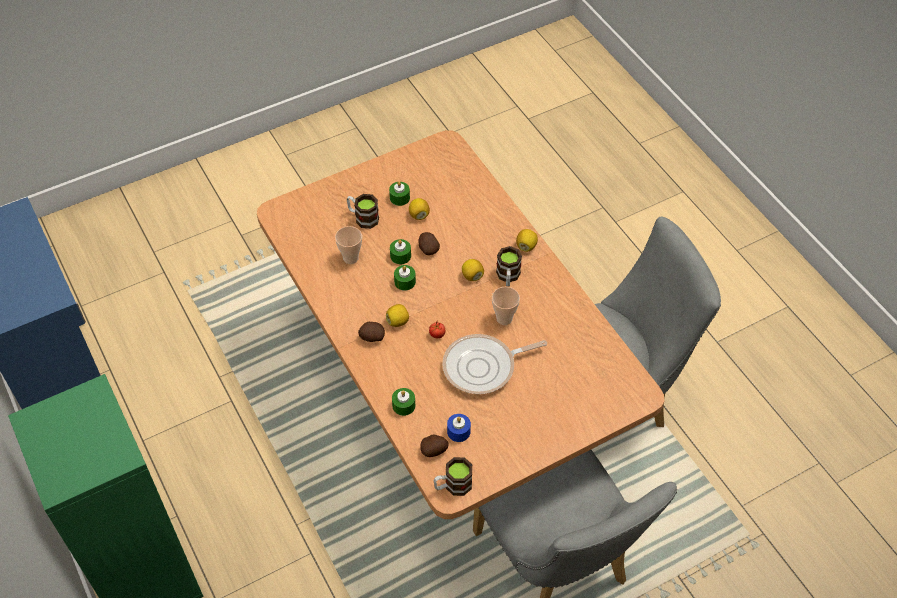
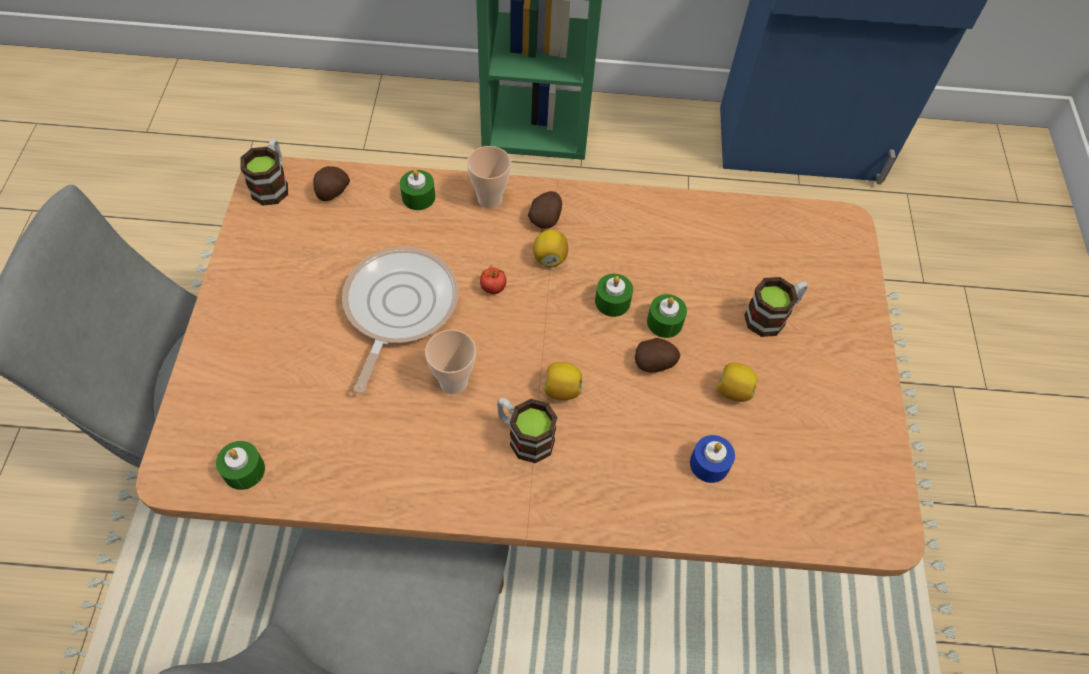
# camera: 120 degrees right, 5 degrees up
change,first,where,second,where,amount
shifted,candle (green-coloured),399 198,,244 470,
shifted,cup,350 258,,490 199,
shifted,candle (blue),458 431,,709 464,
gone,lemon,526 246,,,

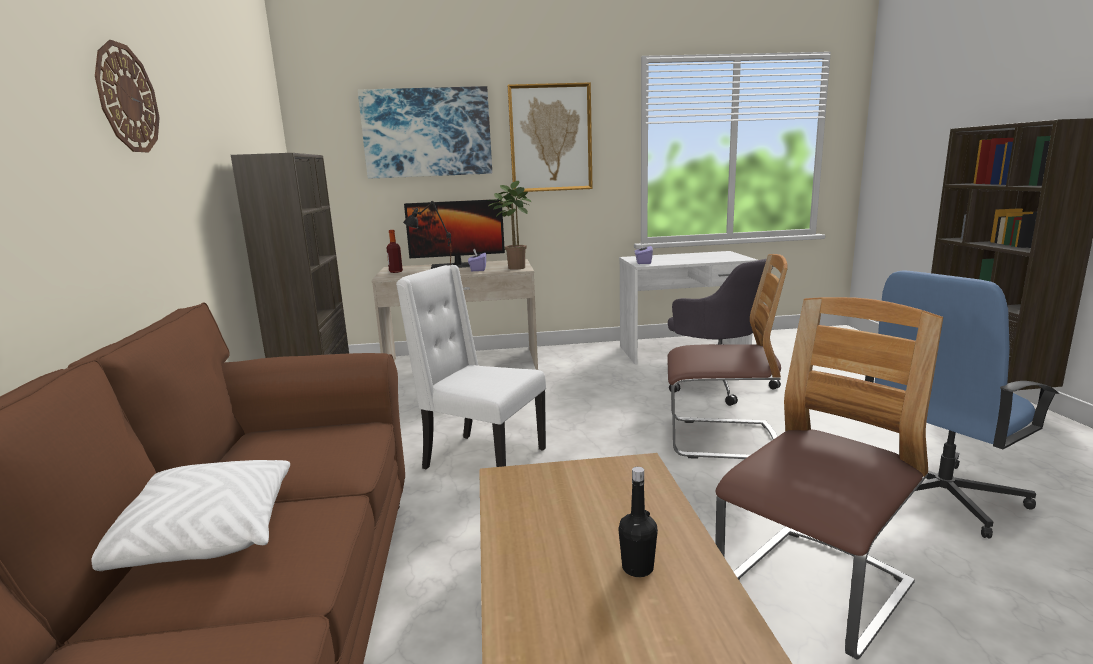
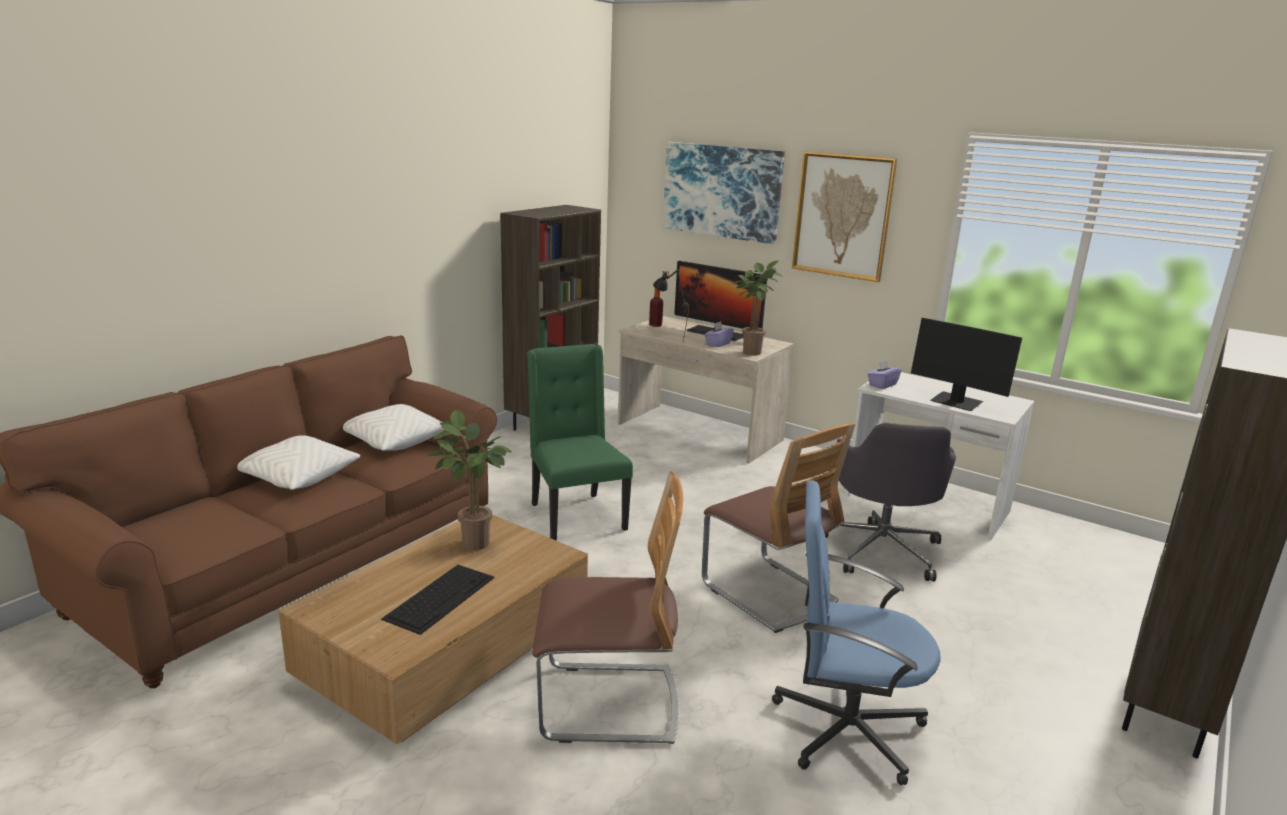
# camera: 40 degrees right, 5 degrees up
change,first,where,second,where,amount
new,,,throw pillow (whitish),393 441,
swapped,bottle (blackish),637 568,computer keyboard,440 597,
new,,,houseplant,470 543,
repainted,upright chair (whitish),481 459,upright chair (green-coloured),575 516,
new,,,monitor,956 402,
gone,hanging clock,127 98,,,

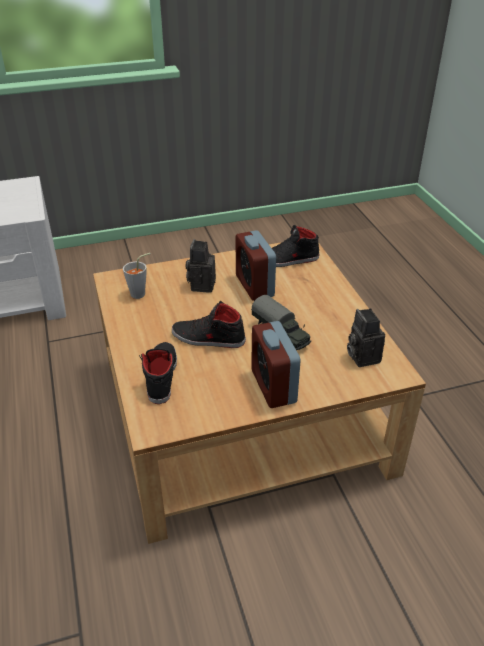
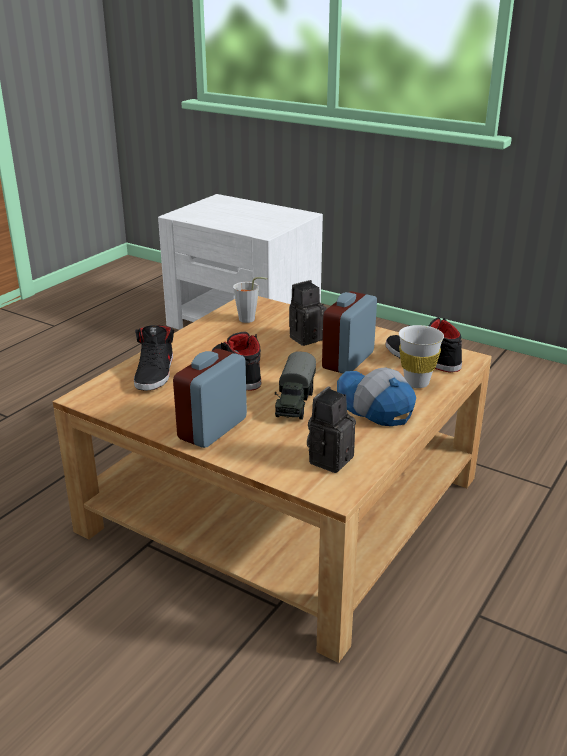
# camera: 50 degrees right, 10 degrees down
change,first,where,second,where,amount
rotated,shoe (blackish),161 375,,155 373,135 degrees clockwise
new,,,peaked cap,373 407,
new,,,cup (whitish),416 383,

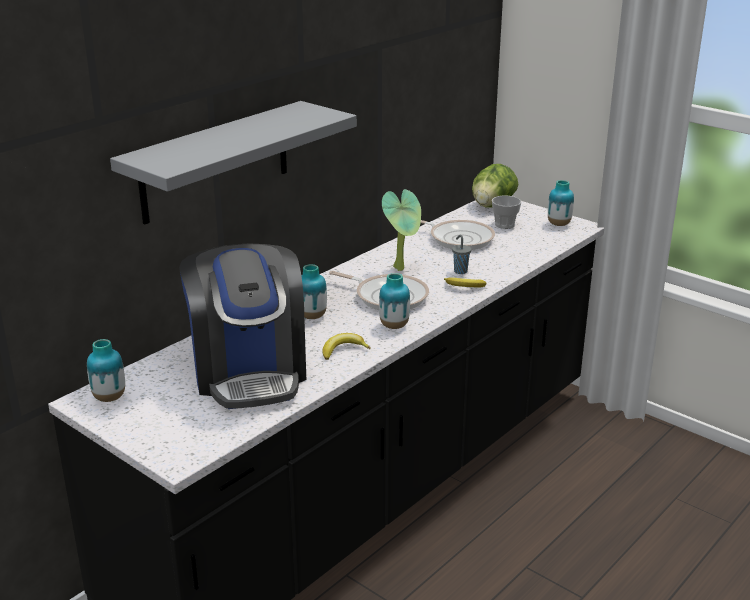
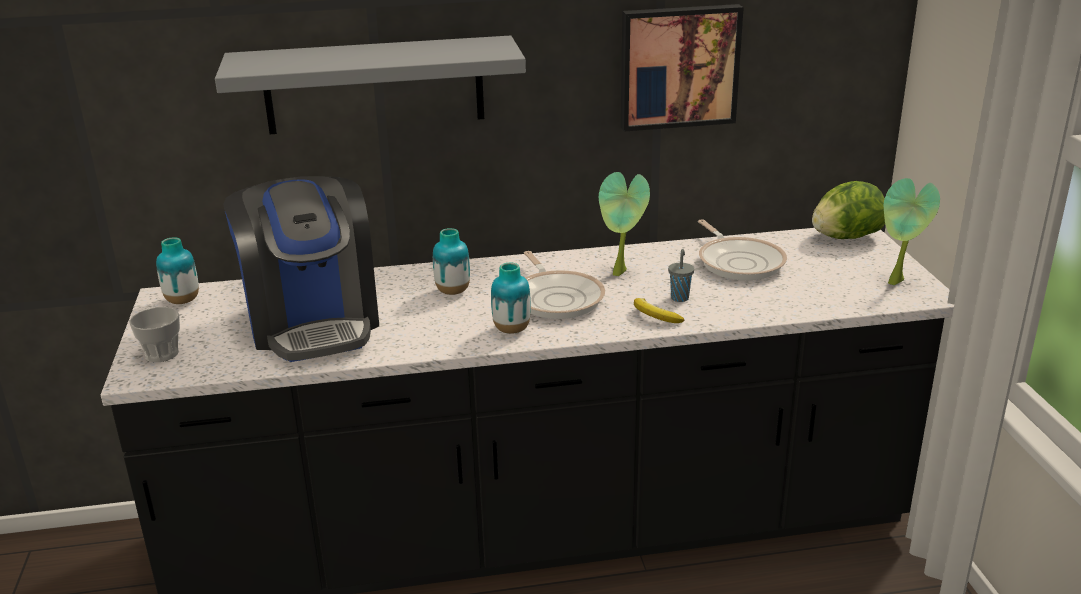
# camera: 40 degrees right, 0 degrees up
change,first,where,second,where,amount
shifted,cup,504 225,,162 354,
rotated,coffee machine,249 372,,313 323,45 degrees counterclockwise
new,,,picture,678 66,
swapped,decorative vase,558 224,houseplant,897 283,
gone,banana,343 350,,,

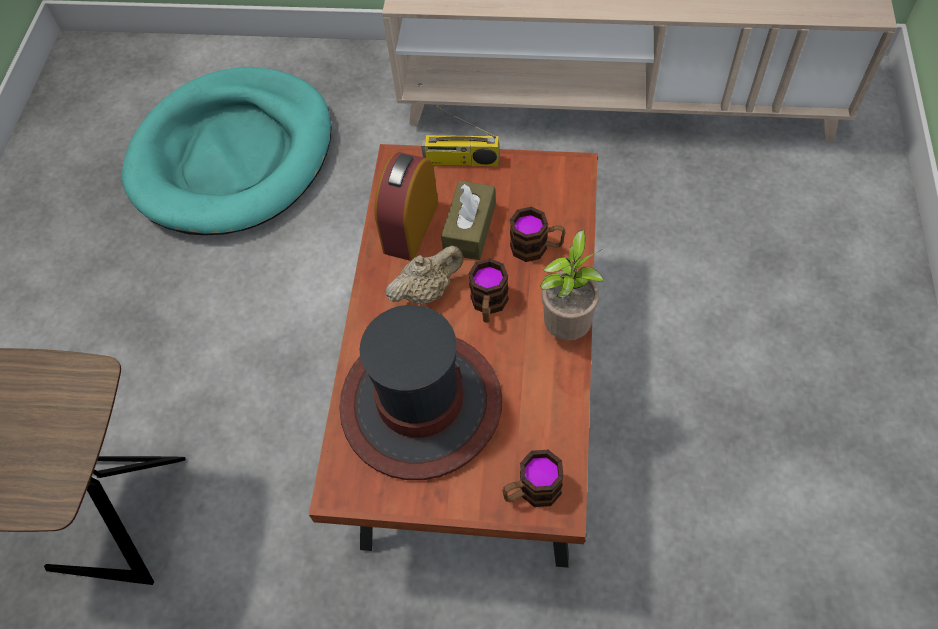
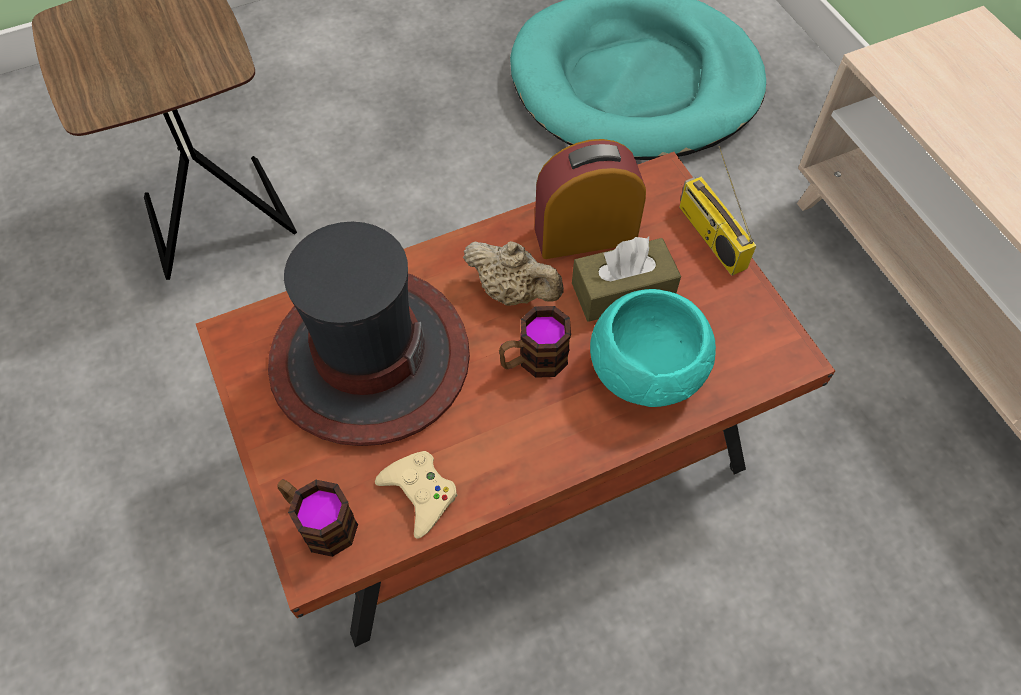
# camera: 55 degrees right, 0 degrees up
change,first,where,second,where,amount
new,,,joypad (sand-coloured),419 494,
swapped,coffee mug,536 247,serving bowl (turquoise-coloured),645 371,
gone,houseplant,568 327,,,

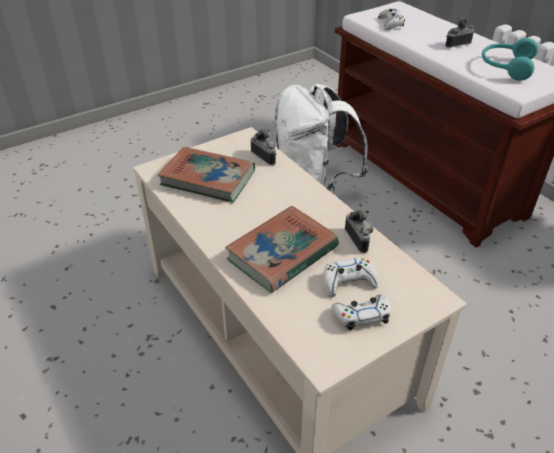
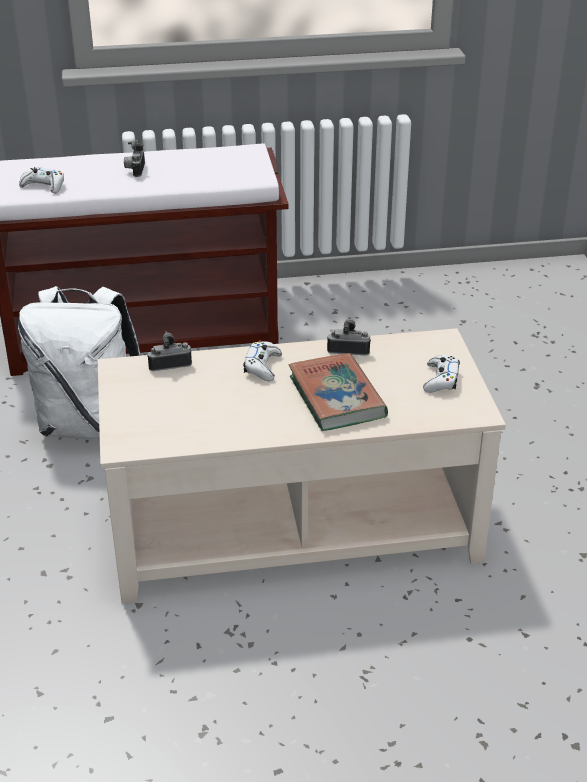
# camera: 65 degrees left, 5 degrees down
change,first,where,second,where,amount
shifted,joypad (whitish),348 282,,262 366,
gone,bound book,208 179,,,
gone,pair of headphones (turquoise-coloured),505 67,,,

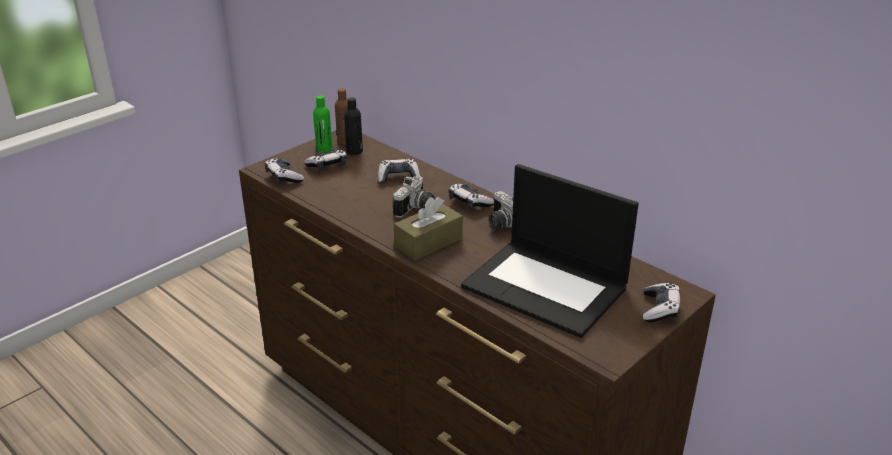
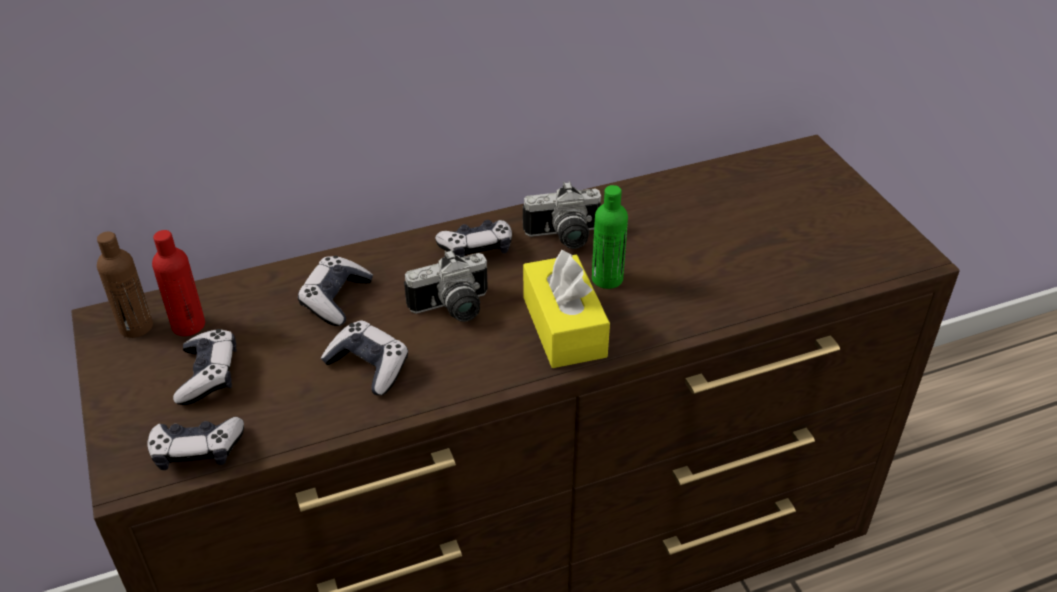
# camera: 65 degrees left, 10 degrees up
change,first,where,second,where,amount
repainted,bottle (blackish),354 151,bottle (reddish),188 325,
shifted,joypad,660 309,,369 366,
rotated,photo camera,416 209,,453 309,105 degrees clockwise
repainted,box of tissues (brownish),428 242,box of tissues (yellow),564 327,
shifted,bottle (green-coloured),324 149,,607 279,
gone,portable computer,547 287,,,

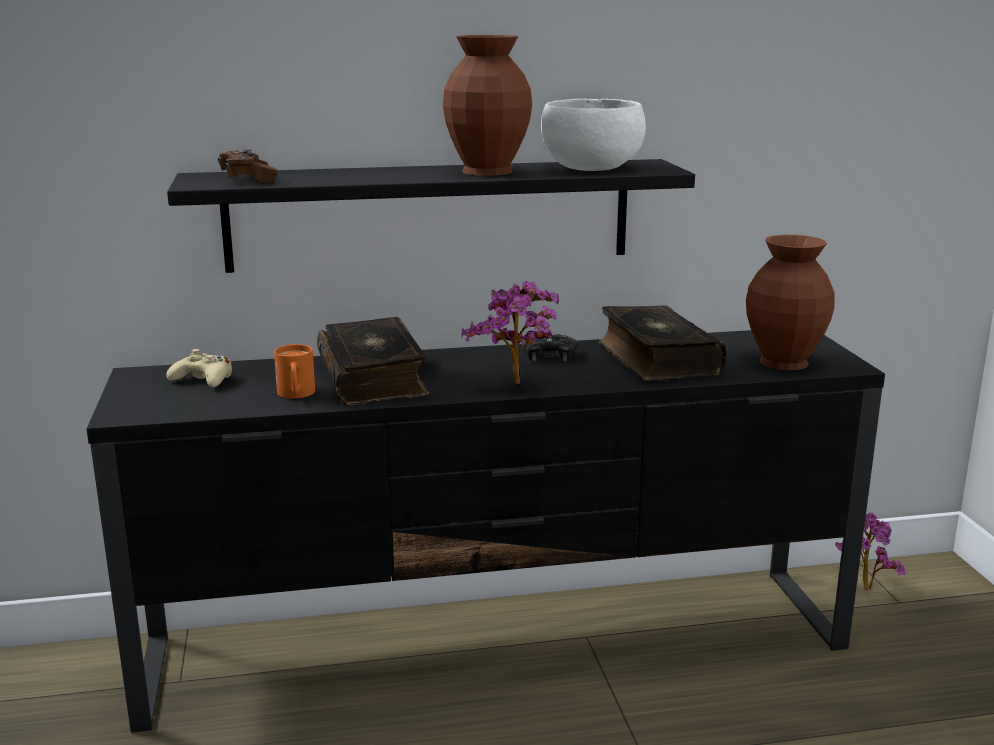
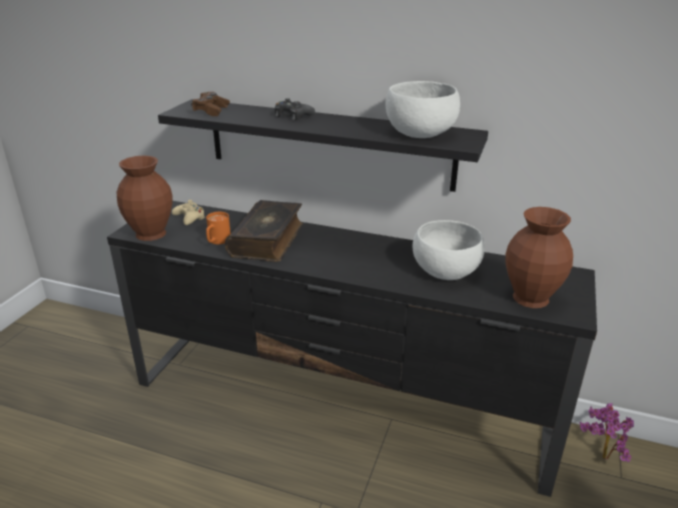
# camera: 30 degrees right, 10 degrees up
change,first,where,second,where,amount
shifted,decorative vase (brownish),489 171,,152 233,
shifted,joypad (blackish),549 356,,292 116,
swapped,bound book,656 359,serving bowl (whitish),445 270,
gone,houseplant,518 386,,,

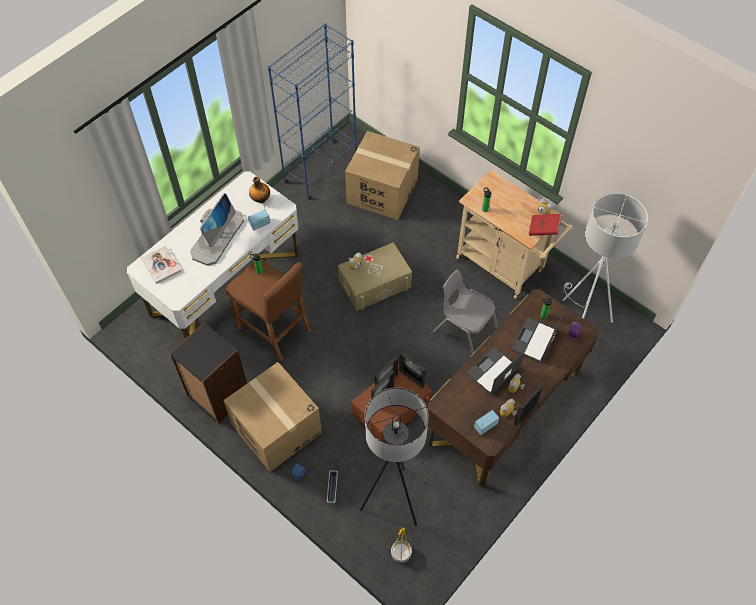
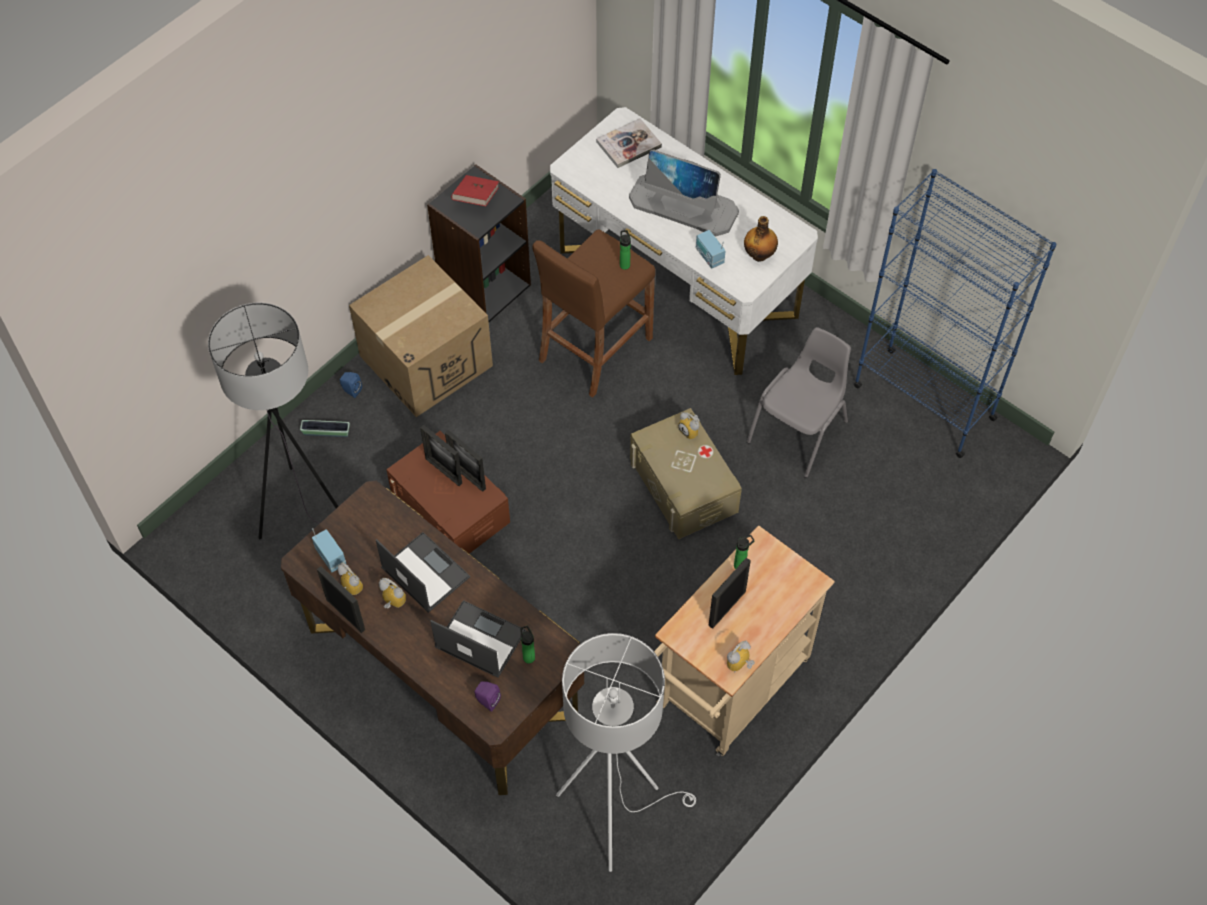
# camera: 90 degrees right, 0 degrees up
change,first,where,second,where,amount
shifted,bound book (reddish),543 229,,476 198,
shifted,standing frame,411 378,,727 608,
shifted,upright chair (grey),464 329,,799 431,
gone,packing box,382 191,,,
gone,flower pot (yellow),400 554,,,

